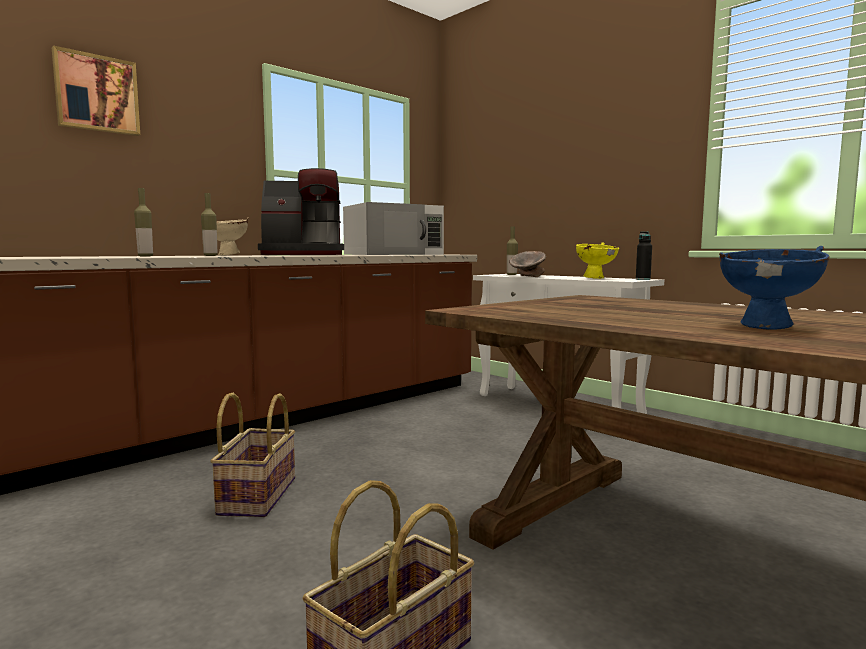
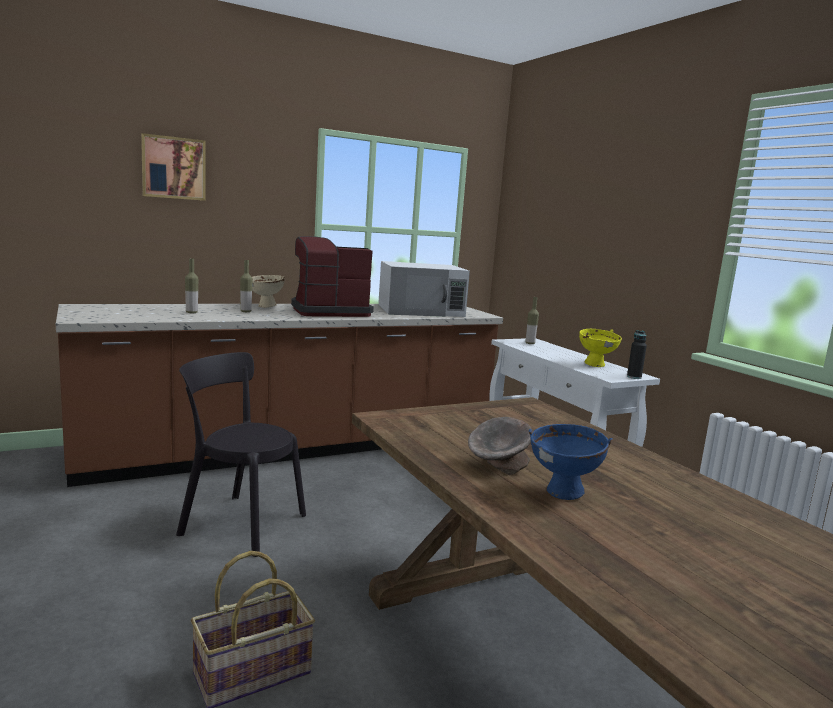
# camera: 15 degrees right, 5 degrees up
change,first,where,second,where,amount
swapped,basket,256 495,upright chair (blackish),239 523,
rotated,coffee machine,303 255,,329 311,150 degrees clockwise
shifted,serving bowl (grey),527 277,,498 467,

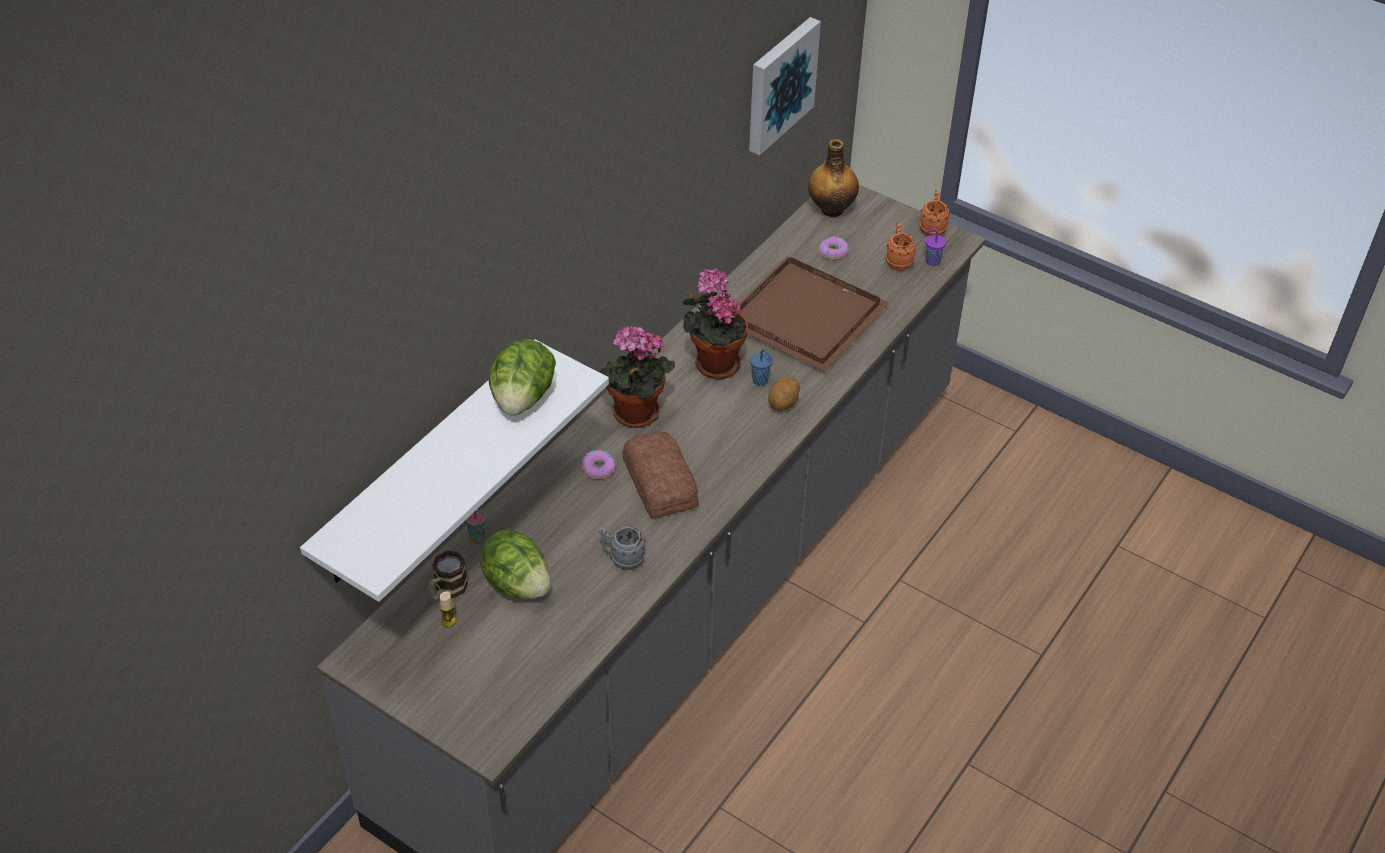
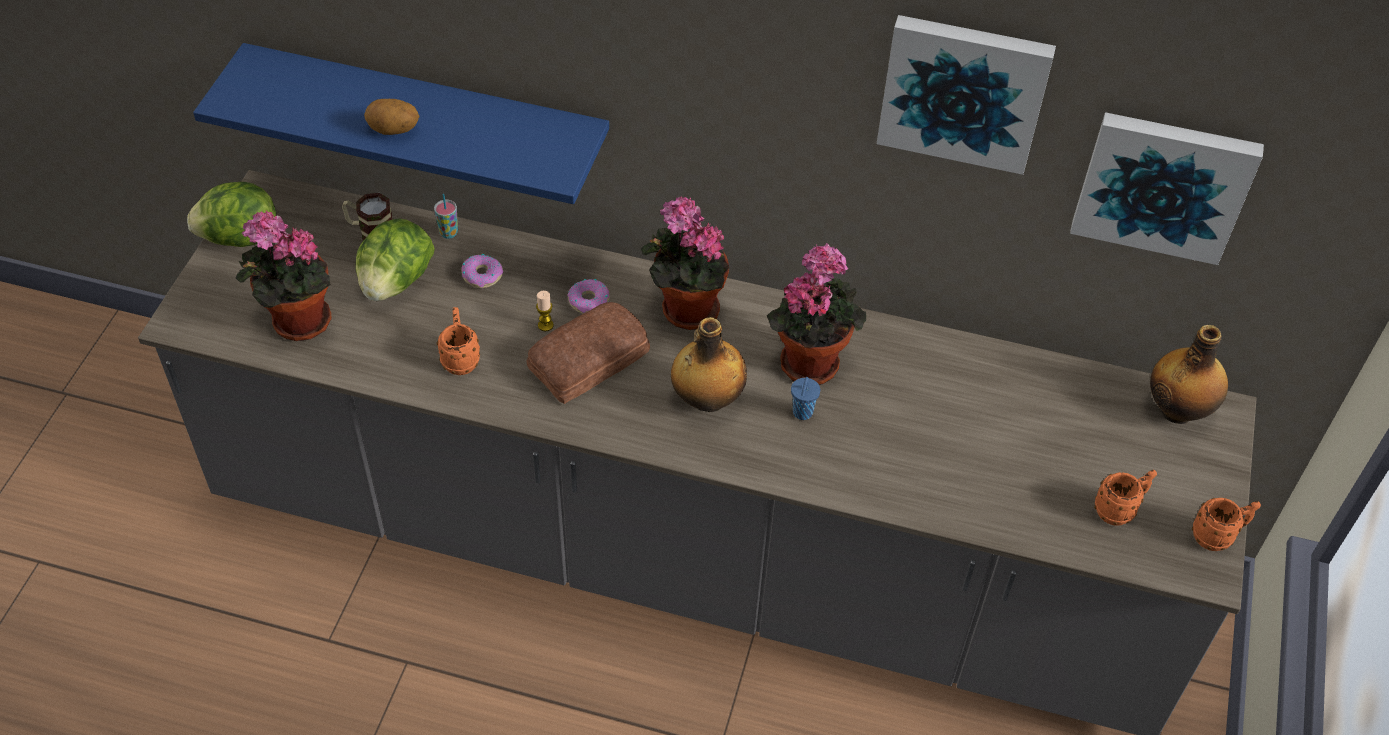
# camera: 70 degrees right, 5 degrees up
change,first,where,second,where,amount
shifted,lettuce head,523 398,,240 238,
repainted,wall shelf (whitish),428 465,wall shelf (blue),427 115,
new,,,houseplant,296 323,
shifted,spud,783 403,,393 131,
repainted,coffee mug (grey),622 559,coffee mug (orangey),460 358,
shifted,donut,833 252,,482 275,
shifted,candle,448 621,,545 325,
new,,,bottle,707 399,
new,,,picture,964 90,
gone,serving tray (brownish),808 316,,,
gone,cup (purple-coloured),931 261,,,

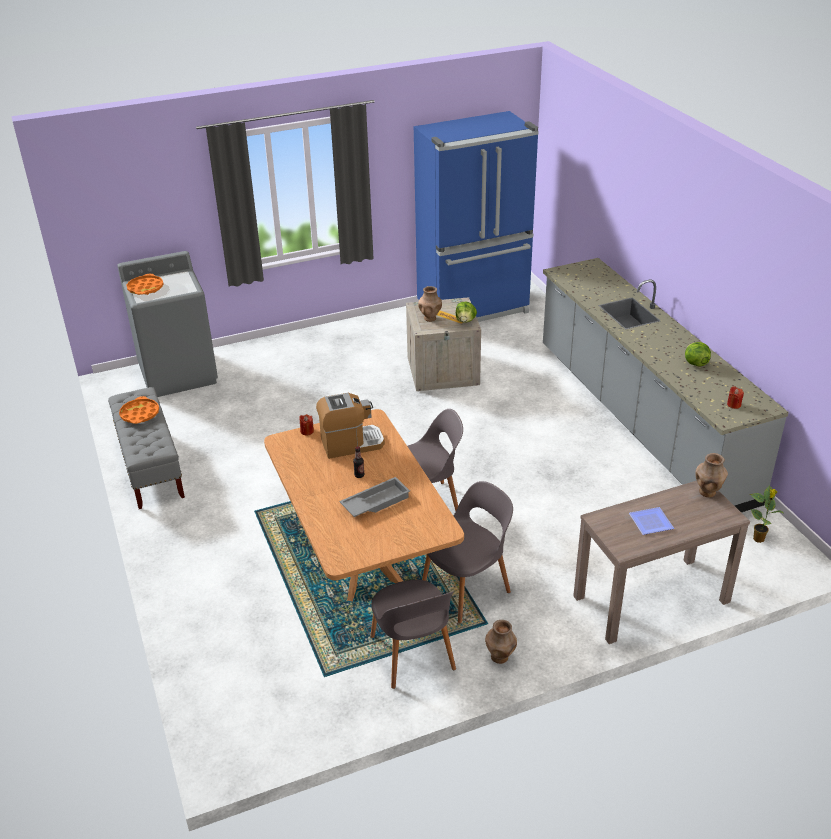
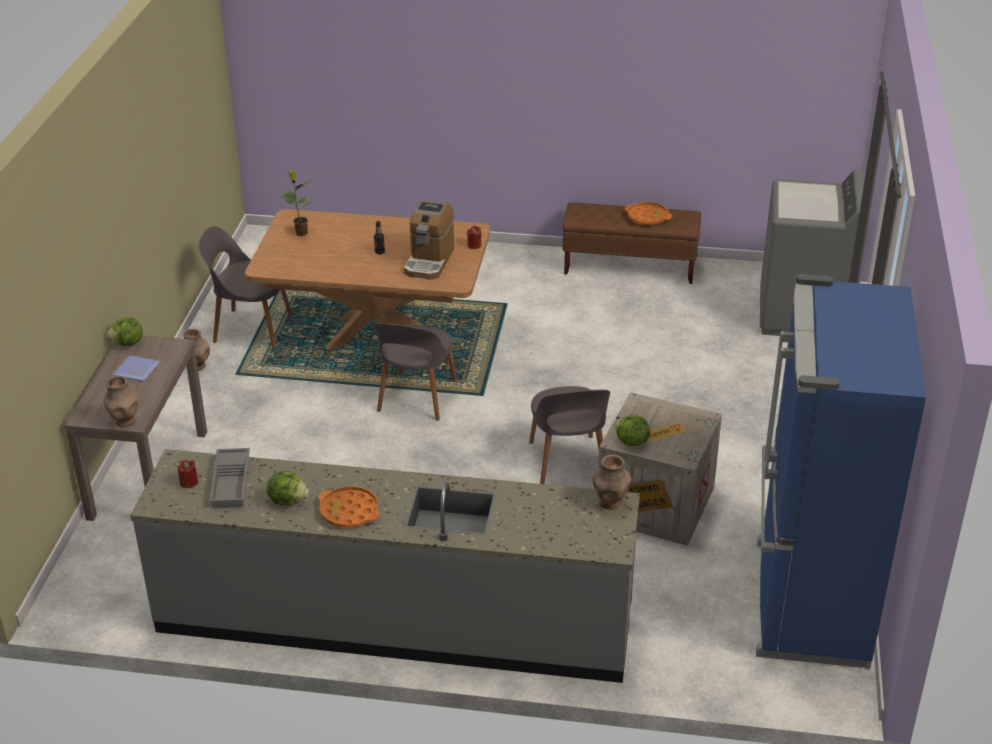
# camera: 120 degrees right, 0 degrees up
change,first,where,second,where,amount
new,,,lettuce head,127 344,
shifted,serving tray (grey),375 502,,232 482,
shifted,houseplant,759 539,,300 233,
shifted,serving tray (orangey),145 288,,349 512,
shifted,upright chair (grey),467 589,,567 463,
repainted,long seat (grey),150 467,long seat (brownish),630 267,
shifted,decorative vase (brownish),430 318,,610 503,

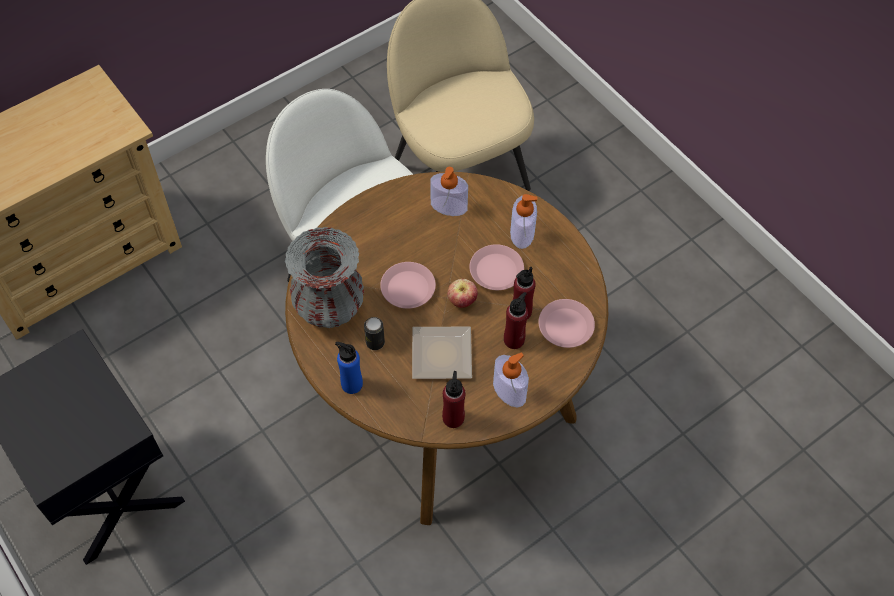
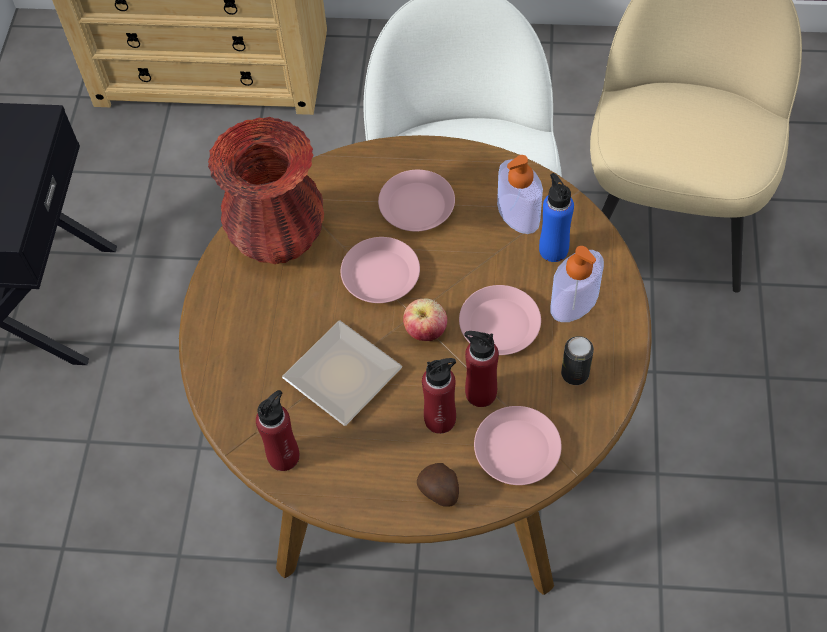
# camera: 45 degrees right, 0 degrees up
change,first,where,second,where,amount
repainted,decorative vase (grey),330 308,decorative vase (reddish),279 238,
new,,,dinner plate (pink-coloured),416 205,
new,,,spud,440 492,
shifted,bottle (blue),351 384,,553 250,
shifted,sealed can,375 342,,575 374,
gone,soap bottle,509 391,,,

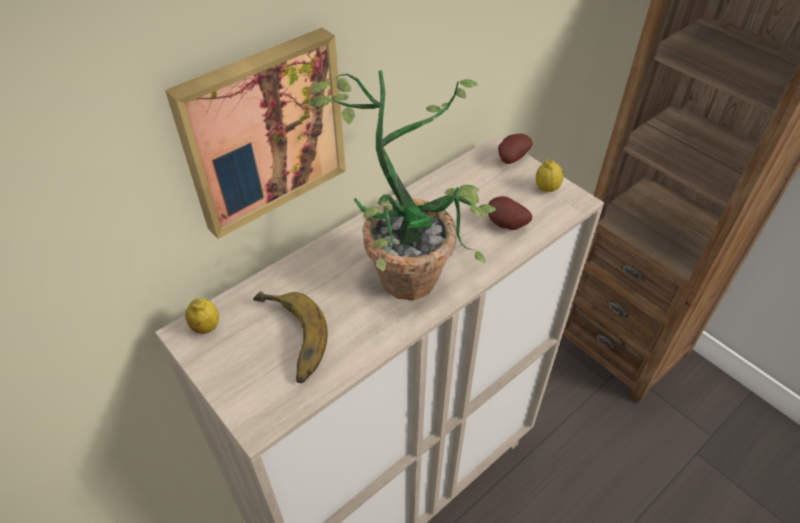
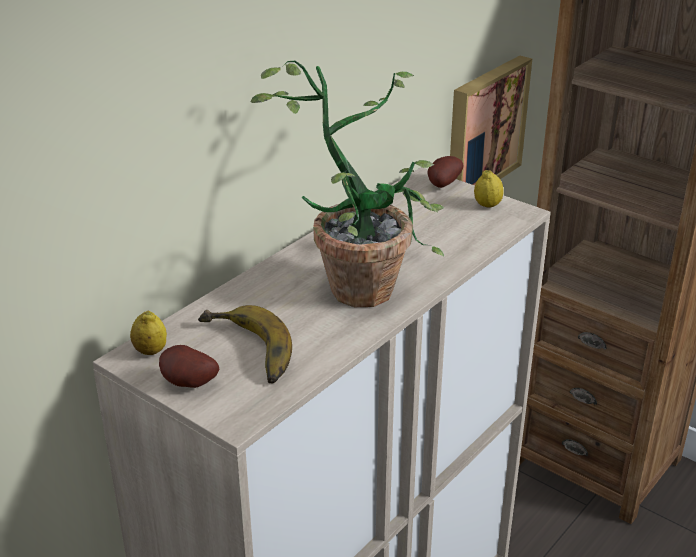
# camera: 10 degrees left, 15 degrees down
change,first,where,second,where,amount
shifted,spud,505 226,,188 384,
shifted,picture,262 131,,483 128,

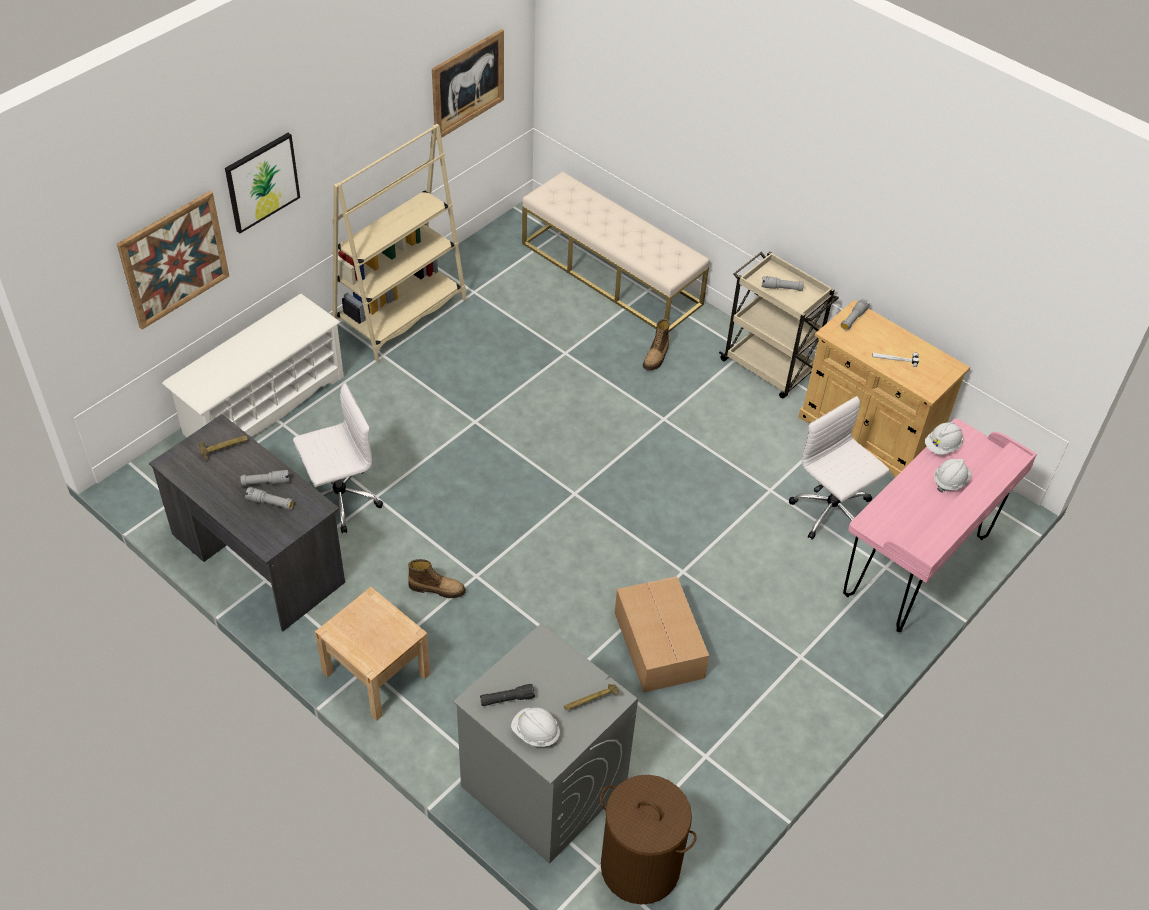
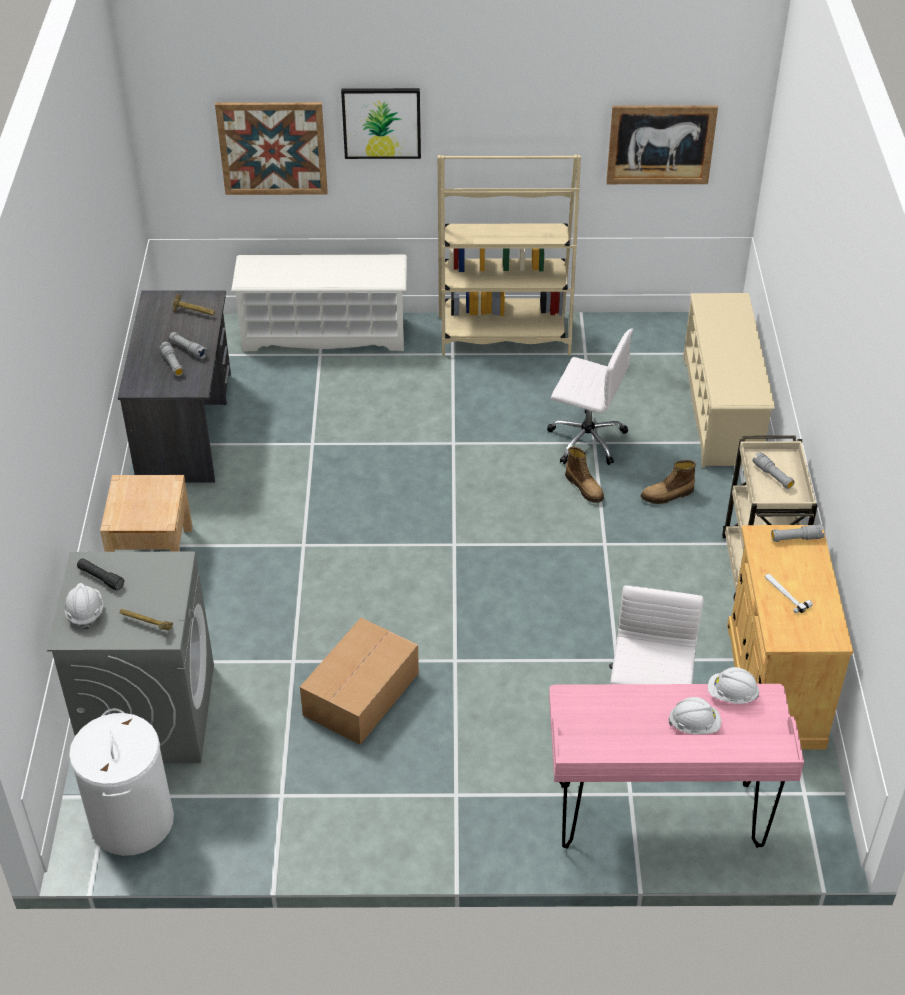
# camera: 50 degrees right, 5 degrees down
change,first,where,second,where,amount
repainted,washing basket (brownish),639 867,washing basket (whitish),131 821,
shifted,desk chair (whitish),339 499,,585 439,
shifted,high-top boot,437 588,,585 487,
swapped,long seat (sand-coloured),611 274,shoe rack (sand-coloured),721 410,

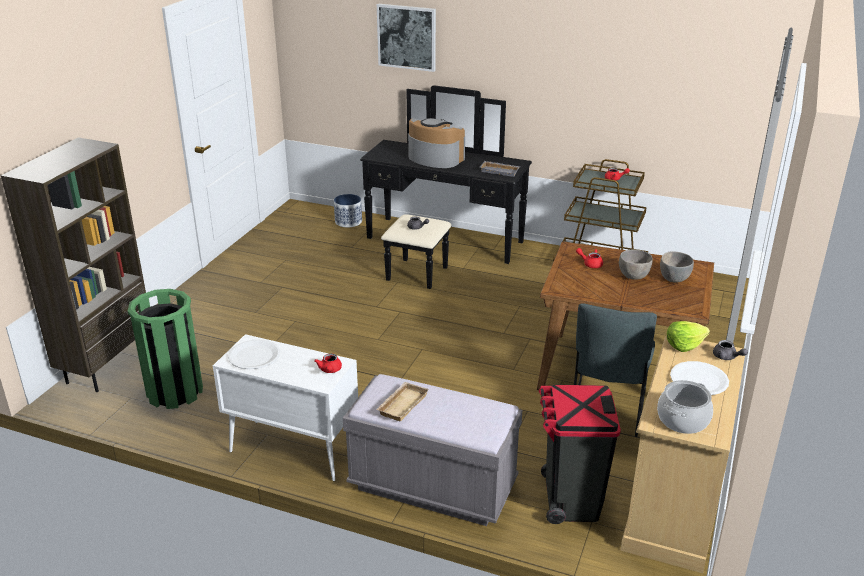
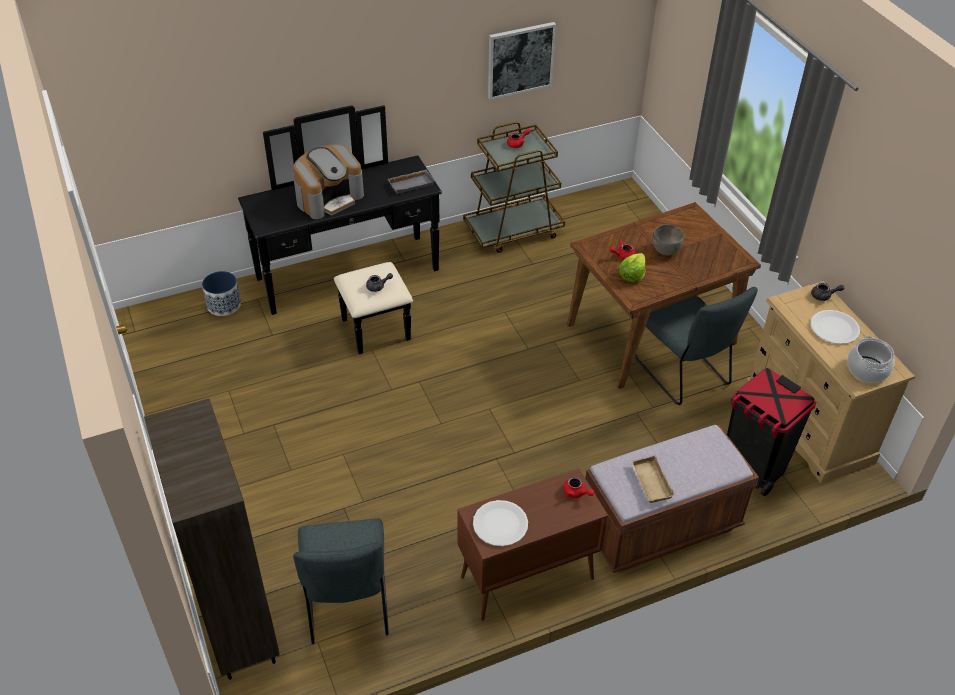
# camera: 45 degrees left, 15 degrees up
change,first,where,second,where,amount
rotated,coffee machine,435 158,,329 198,150 degrees clockwise
swapped,waste bin (green-coloured),174 392,upright chair (grey),348 605,
repainted,cupboard (whitish),292 450,cupboard (brownish),526 579,
shifted,picture,407 37,,520 60,
repainted,long seat (grey),432 486,long seat (brownish),660 527,
shifted,lettuce head,684 345,,632 275,
gone,serving bowl (grey),674 279,,,

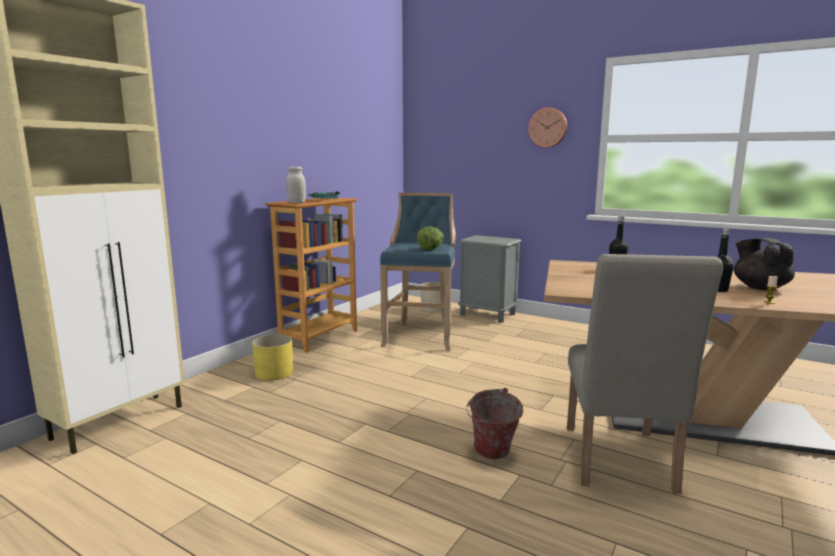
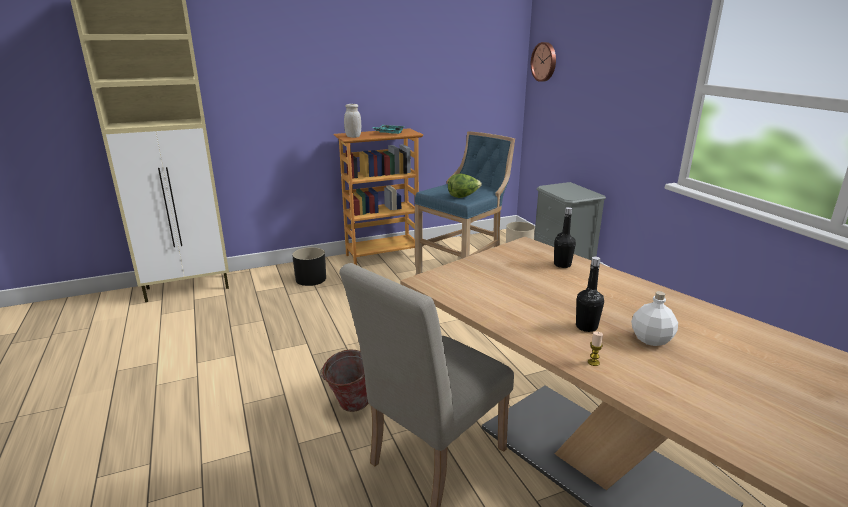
# camera: 35 degrees right, 10 degrees up
change,first,where,second,where,amount
repainted,flower pot (yellow),274 373,flower pot (blackish),311 279,
shifted,hanging clock,548 127,,544 62,
swapped,tea pot (blackish),759 287,bottle (whitish),652 339,

